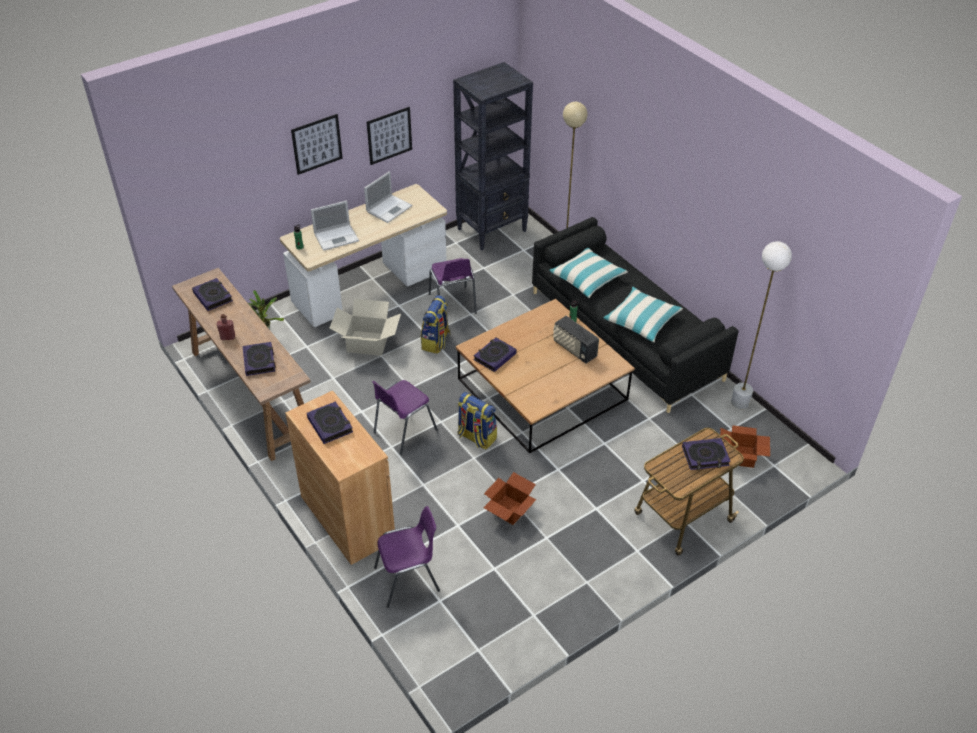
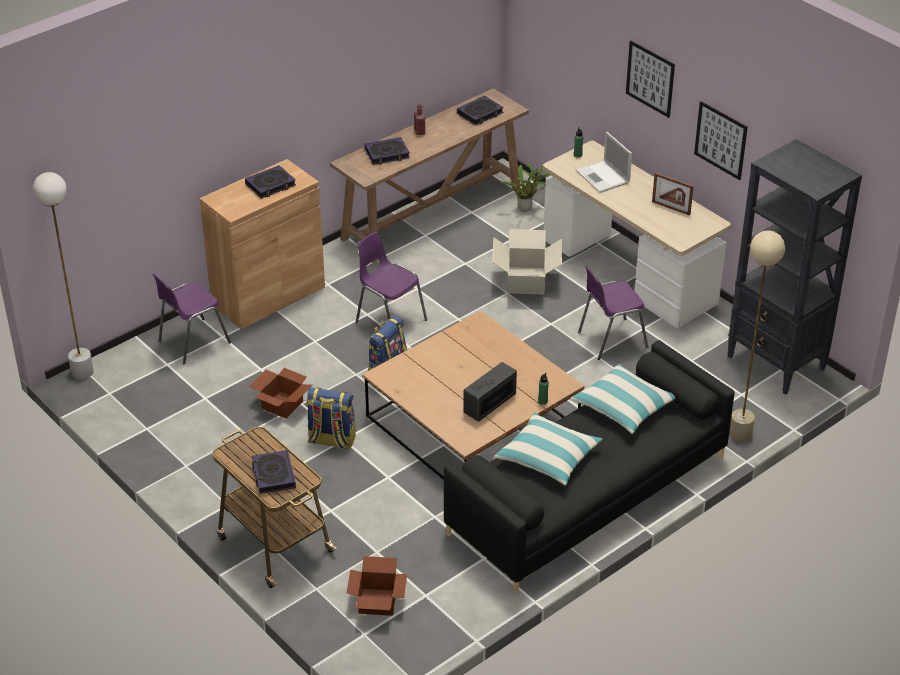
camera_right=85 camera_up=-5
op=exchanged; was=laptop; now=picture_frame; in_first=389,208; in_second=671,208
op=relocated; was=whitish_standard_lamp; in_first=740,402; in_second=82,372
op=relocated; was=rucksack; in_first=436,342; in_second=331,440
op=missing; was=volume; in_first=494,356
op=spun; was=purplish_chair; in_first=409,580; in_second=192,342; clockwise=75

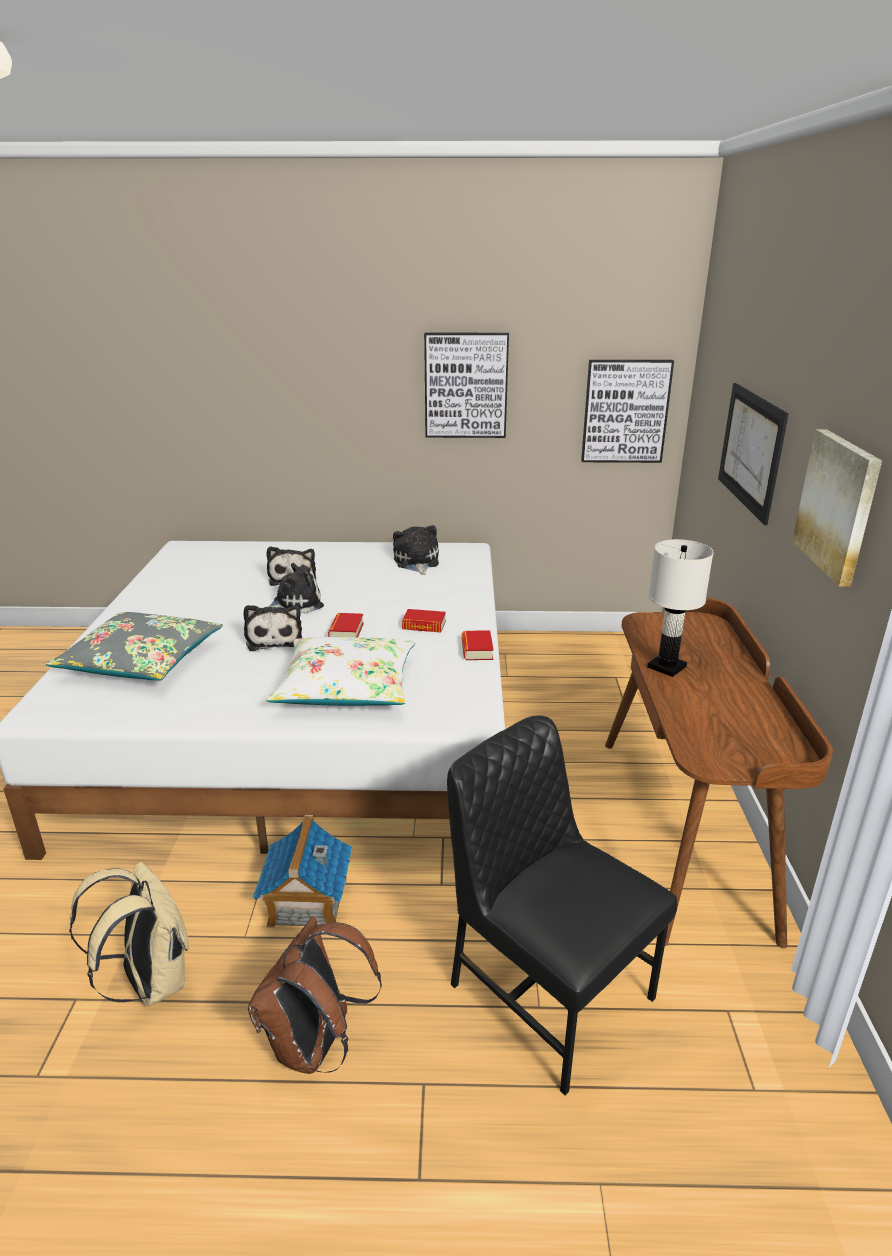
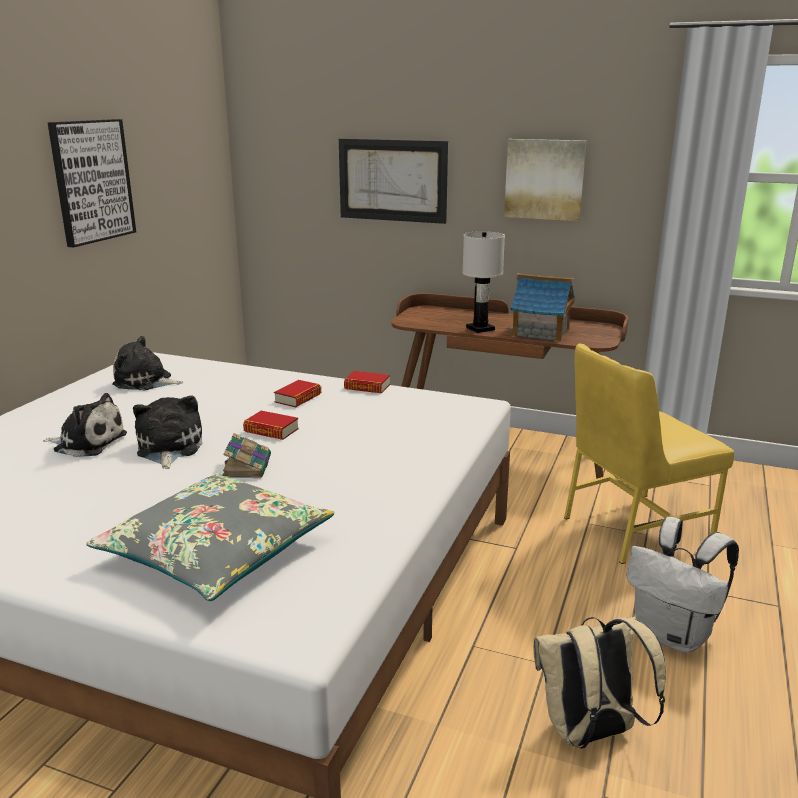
camera_right=-70 camera_up=-5
op=missing; was=wall_art; in_first=625,411
op=exchanged; was=soft_toy; now=volume; in_first=274,638; in_second=247,466
op=missing; was=whitish_pillow; in_first=346,687
op=colour; was=blackish_chair; now=yellow-coloured_chair; in_first=547,990; in_second=633,528
op=relocated; was=toy_house; in_first=307,902; in_second=541,332
op=colour; was=brown-coloured_rucksack; now=whitish_rucksack; in_first=316,1046; in_second=673,635

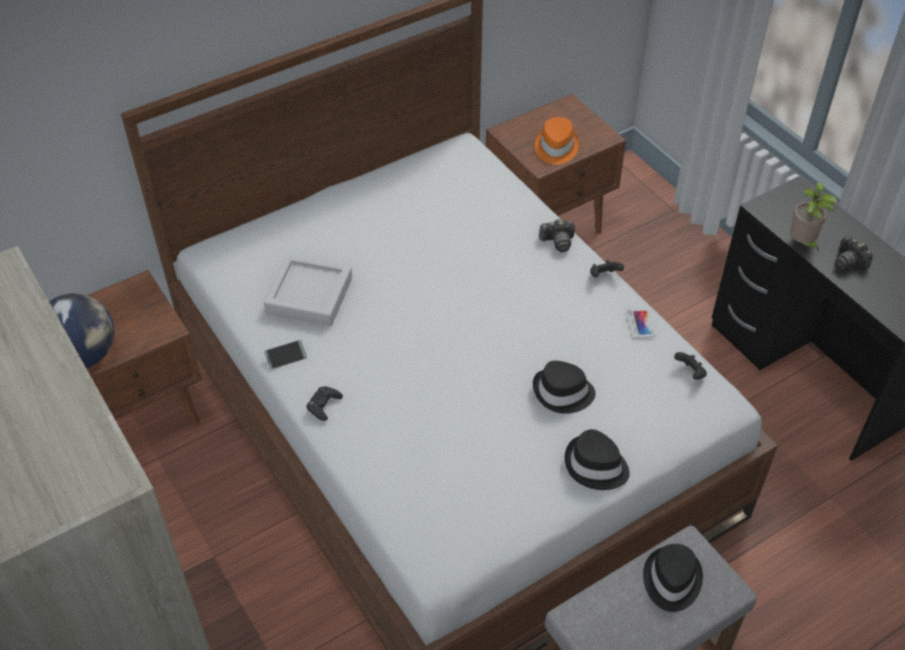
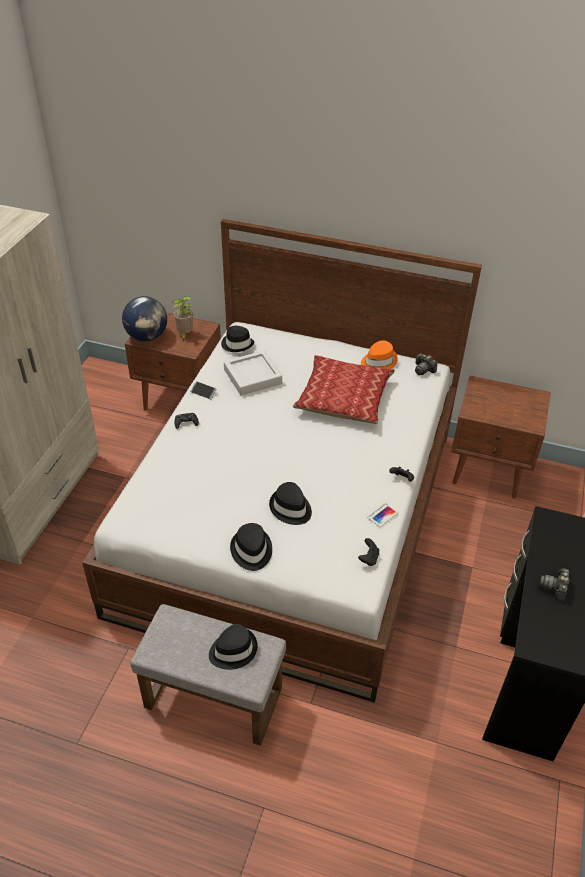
camera_right=50 camera_up=-5
op=relocated; was=orange-coloured_clothing_hat; in_first=555,147; in_second=378,362
op=relocated; was=houseplant; in_first=802,244; in_second=184,335
op=relocated; was=photo_camera; in_first=558,241; in_second=423,370
op=appeared; now=blackish_clothing_hat; in_second=237,344
op=appeared; now=pillow; in_second=344,398

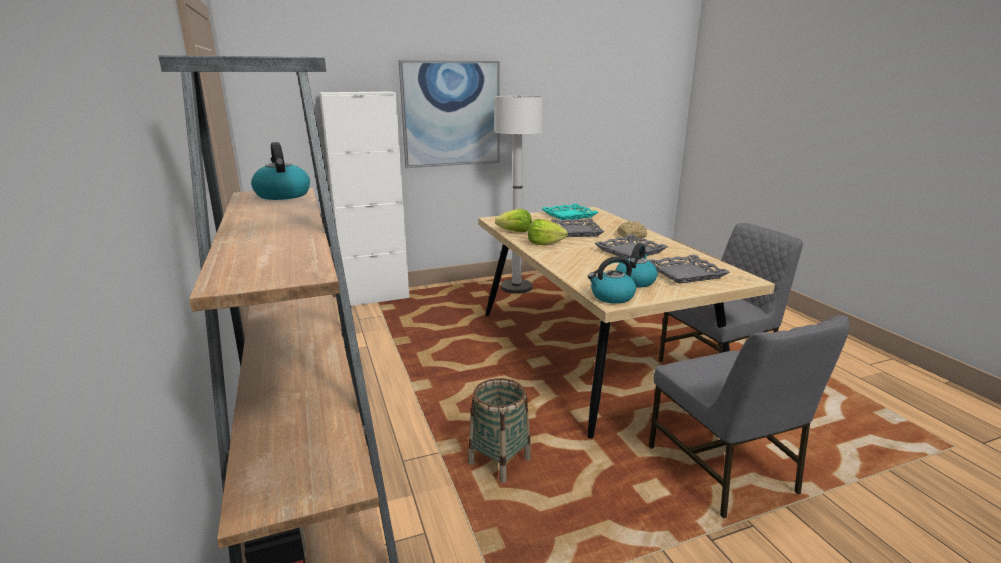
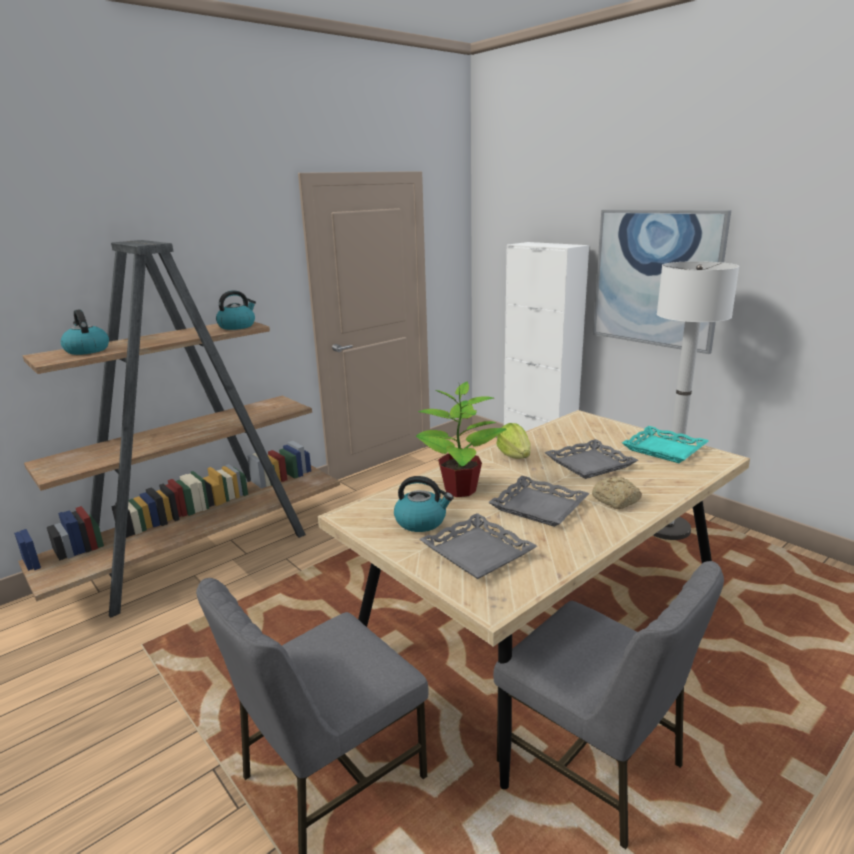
camera_right=70 camera_up=0
op=missing; was=lettuce; in_first=515,232
op=relocated; was=water_kettle; in_first=611,297; in_second=87,350
op=missing; was=household_basket; in_first=499,461
op=appeared; now=houseplant; in_second=459,490

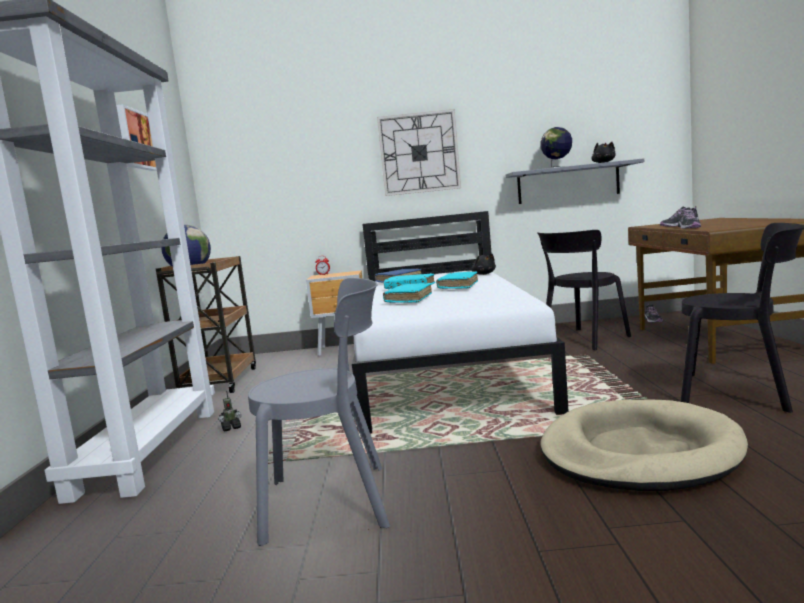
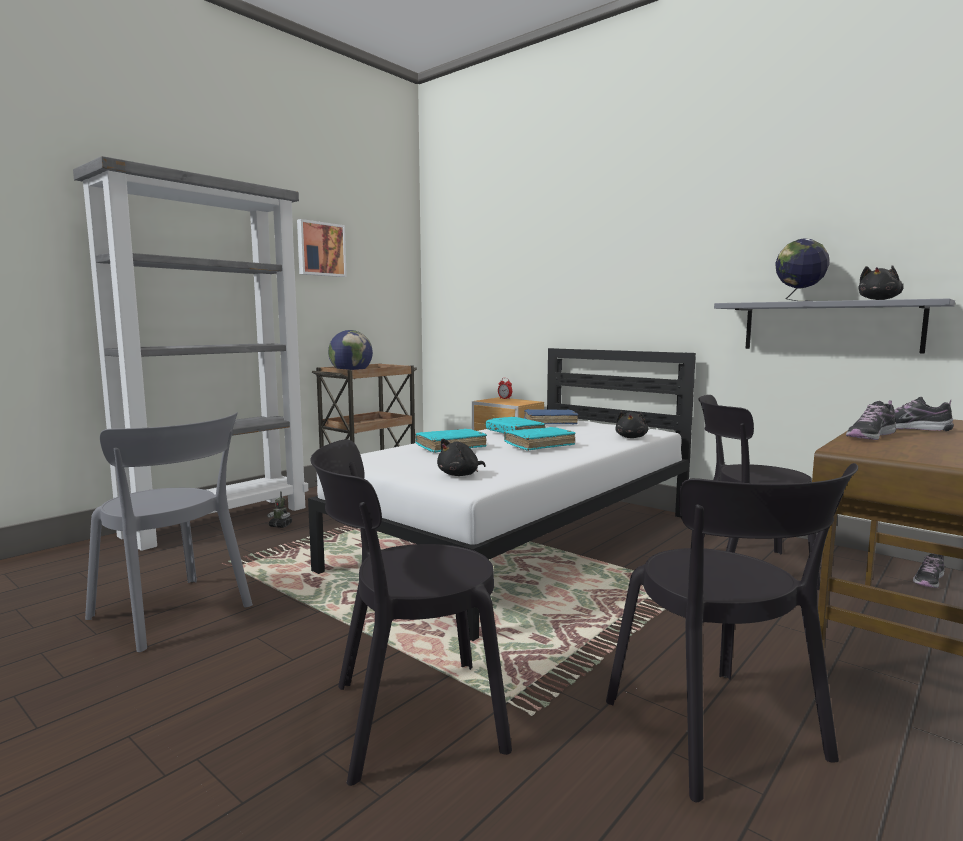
camera_right=40 camera_up=0
op=missing; was=wall_clock; in_first=419,153
op=exchanged; was=beige_dog_bed; now=blackish_chair; in_first=638,452; in_second=407,718
op=appeared; now=blackish_soft_toy; in_second=460,475

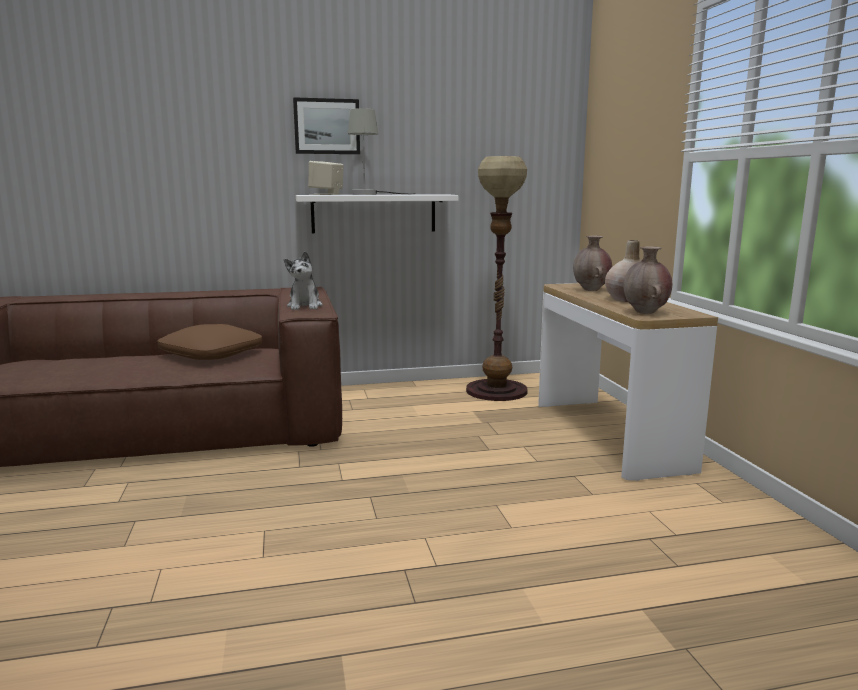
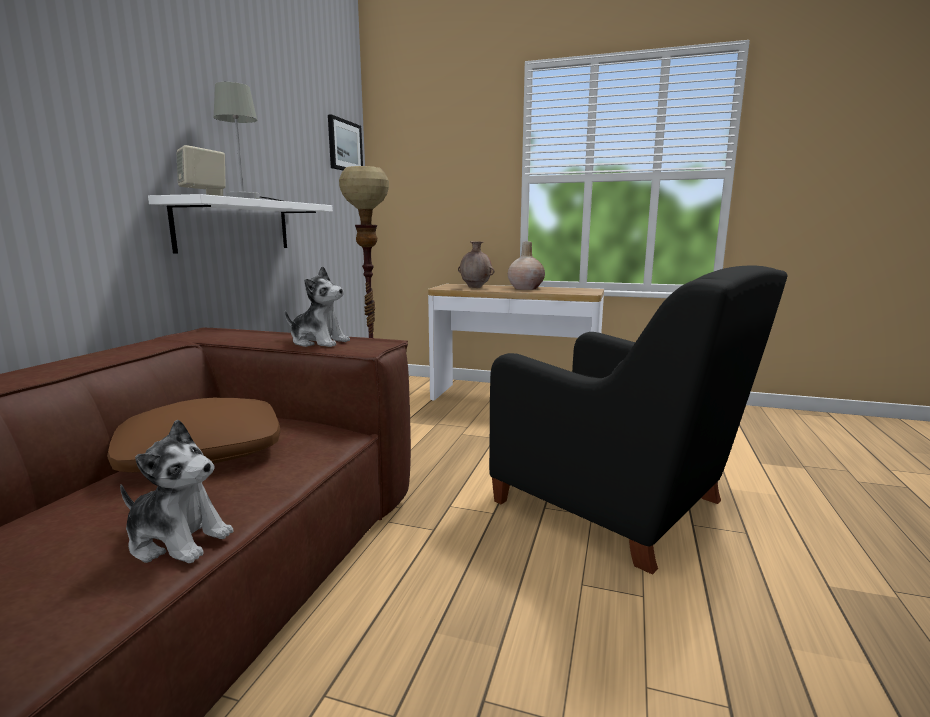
camera_right=-60 camera_up=0
op=relocated; was=wall_art; in_first=327,126; in_second=344,146
op=missing; was=brown-coloured_decorative_vase; in_first=645,312
op=appeared; now=blackish_lounge_chair; in_second=616,505
op=appeared; now=soft_toy; in_second=178,539

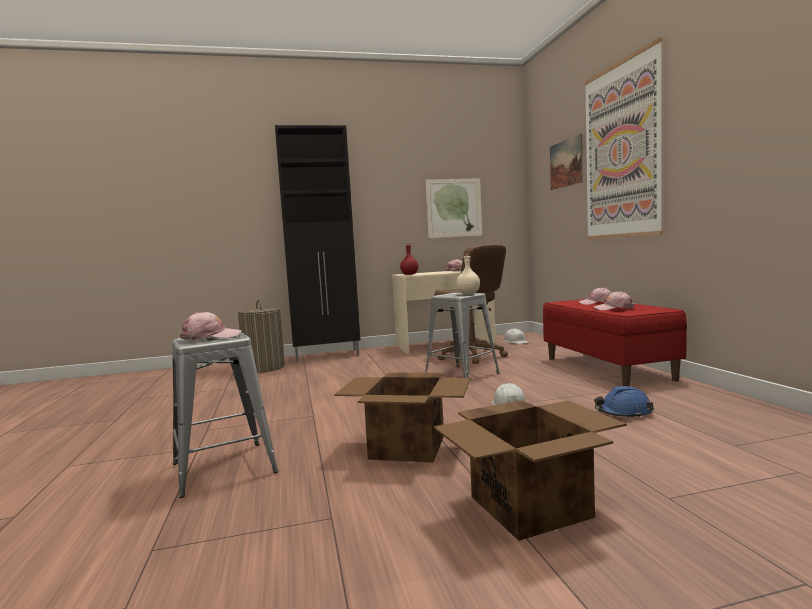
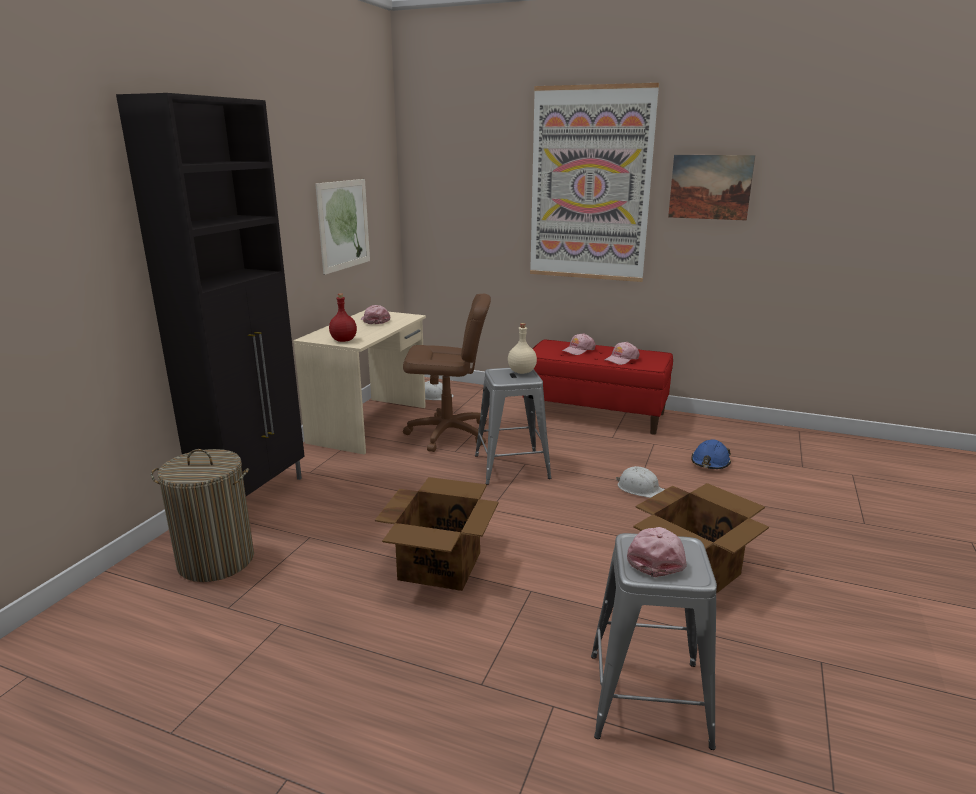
camera_right=-55 camera_up=15
op=relocated; was=wall_art; in_first=566,163; in_second=710,187
op=relocated; was=carton; in_first=532,506; in_second=440,565

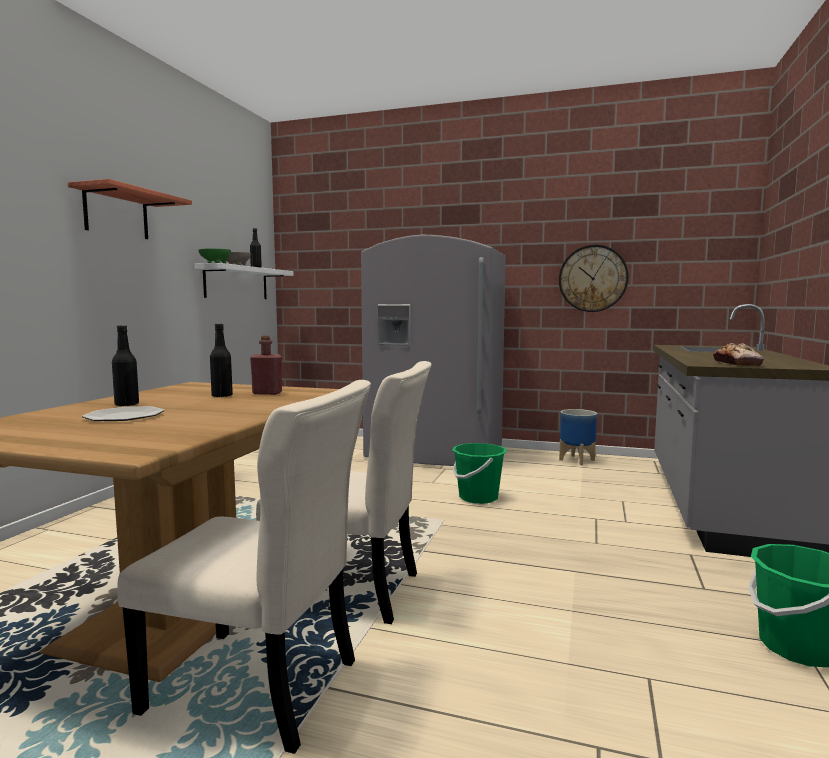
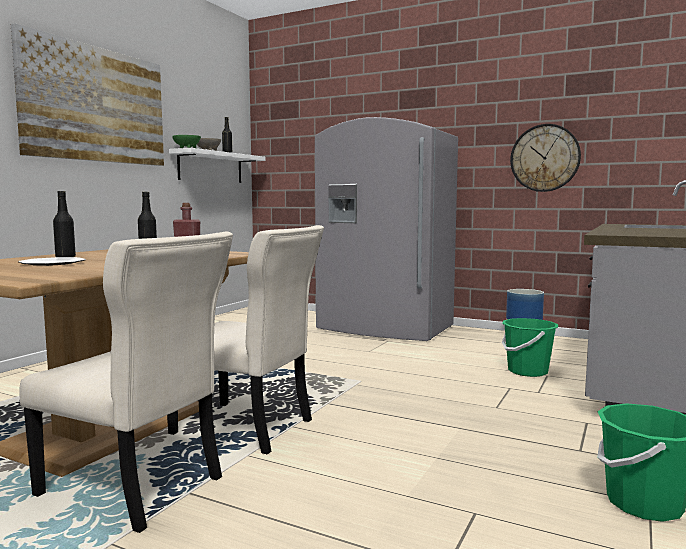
camera_right=10 camera_up=0
op=exchanged; was=shelf; now=wall_art; in_first=116,214; in_second=95,105
op=missing; was=bread; in_first=736,364
op=relocated; was=green-coloured_pail; in_first=478,497; in_second=527,371

